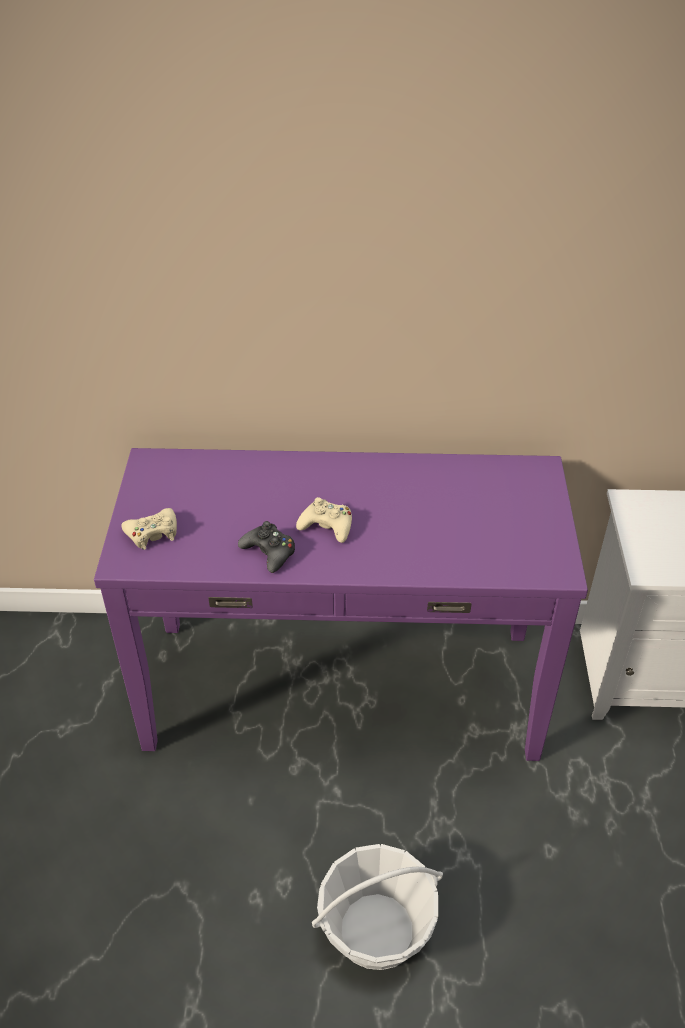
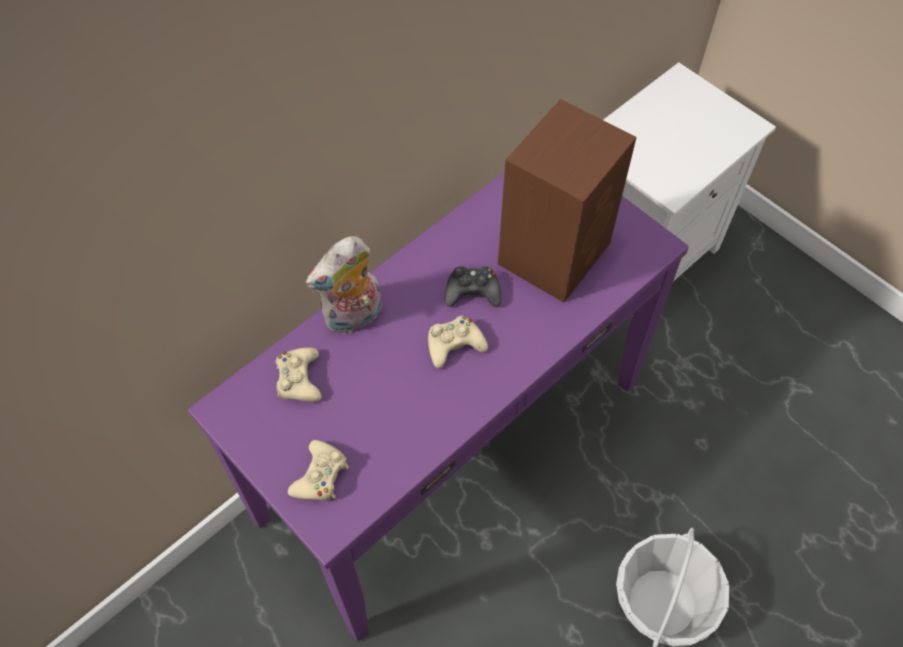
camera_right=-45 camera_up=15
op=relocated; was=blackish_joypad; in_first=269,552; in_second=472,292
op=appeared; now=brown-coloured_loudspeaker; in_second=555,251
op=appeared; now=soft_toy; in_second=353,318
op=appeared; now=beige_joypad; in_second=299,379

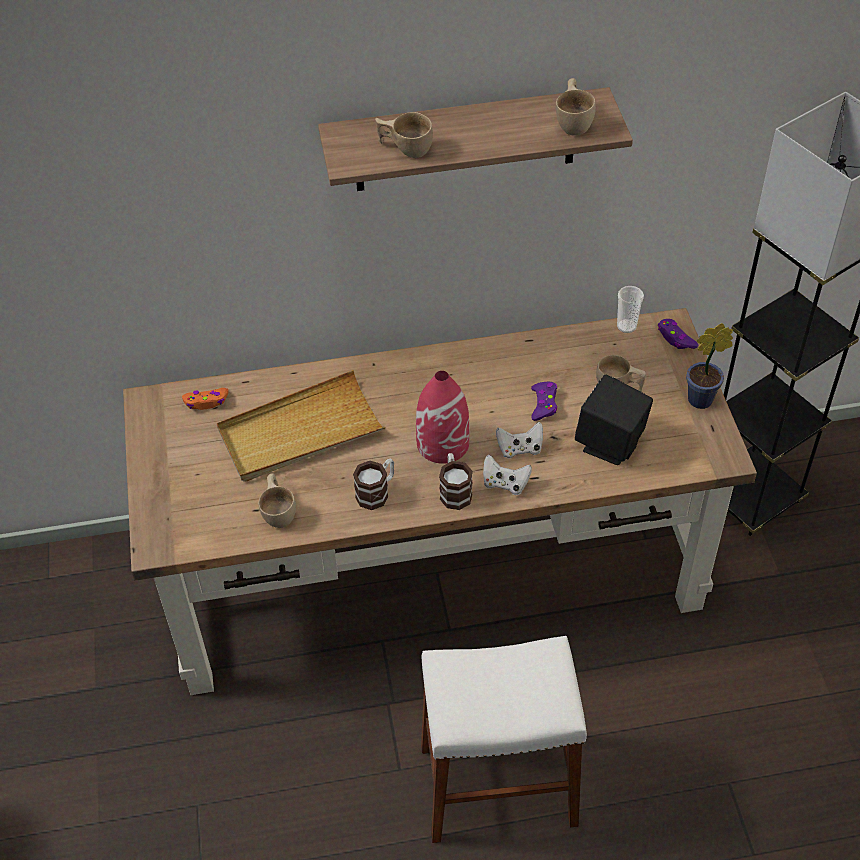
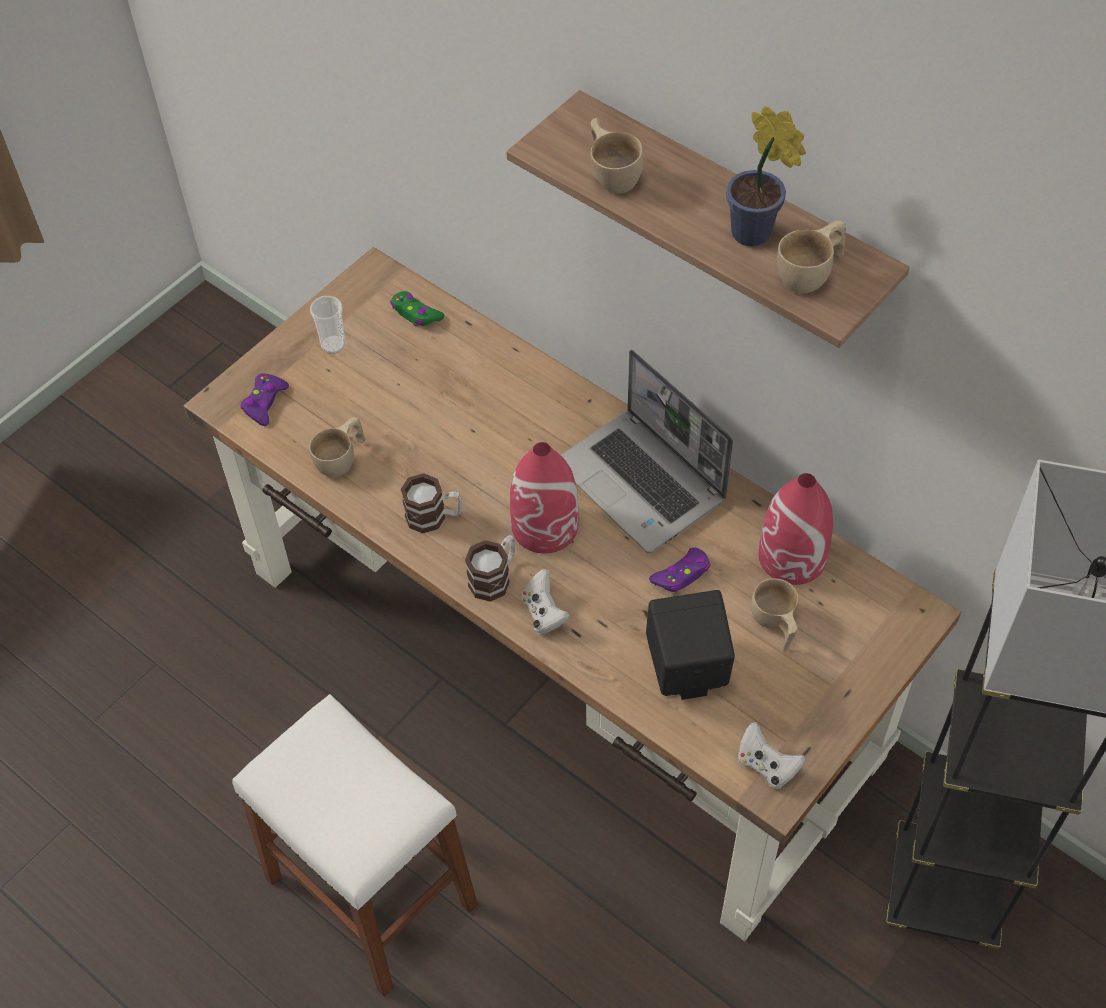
camera_right=50 camera_up=5
op=relocated; was=drinking_cup; in_first=626,326; in_second=333,345
op=relocated; was=purplish_joypad; in_first=675,338; in_second=264,403
op=relocated; was=houseplant; in_first=703,399; in_second=756,235
op=missing; was=beige_carrying_tray; in_first=300,432
op=colour; was=orange-coloured_joypad; now=green-coloured_joypad; in_first=206,402; in_second=416,314
op=relocated; was=whitish_joypad; in_first=520,449; in_second=766,765
op=appeared; now=laptop; in_second=642,483
op=appeared; now=red-coloured_decorative_vase; in_second=793,557

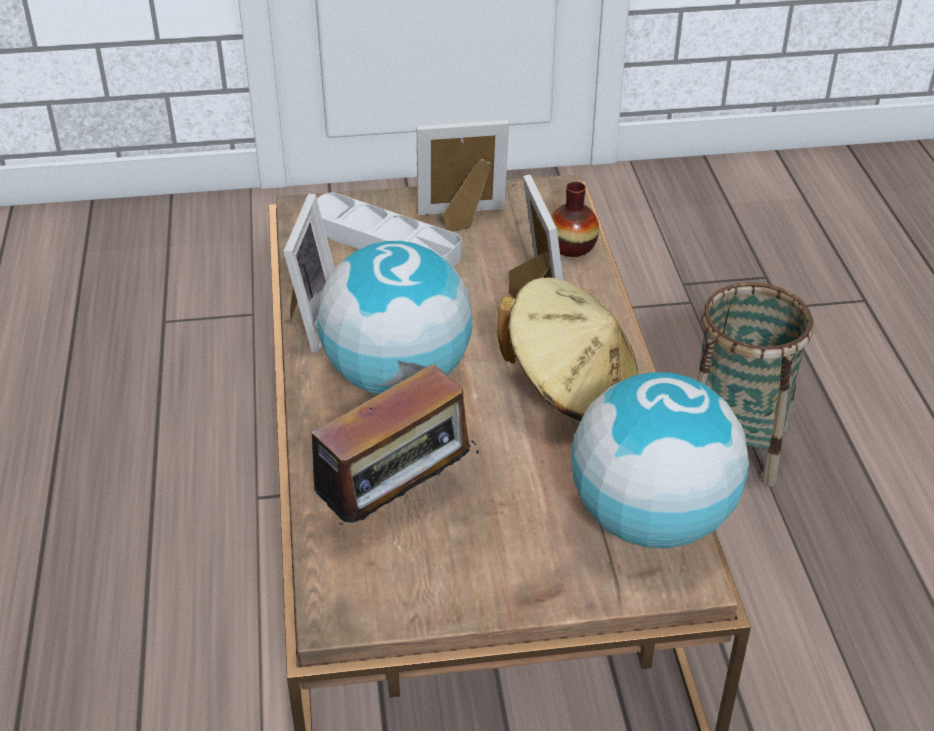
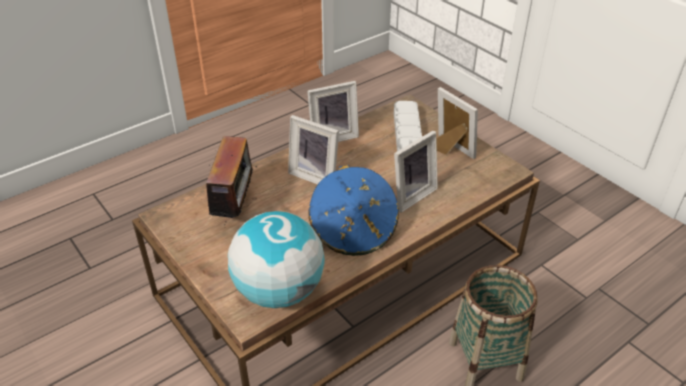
camera_right=60 camera_up=0
op=missing; was=decorative_vase; in_first=572,246
op=exchanged; was=globe; now=picture_frame; in_first=397,377; in_second=316,175
op=colour; was=beige_clothing_hat; now=blue-coloured_clothing_hat; in_first=571,388; in_second=354,231
op=spun; was=radio; in_first=398,504; in_second=235,207; clockwise=-105

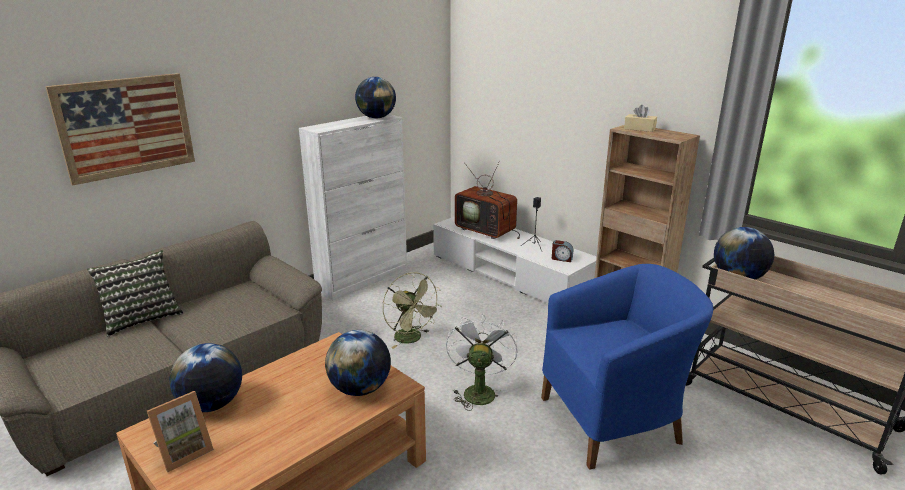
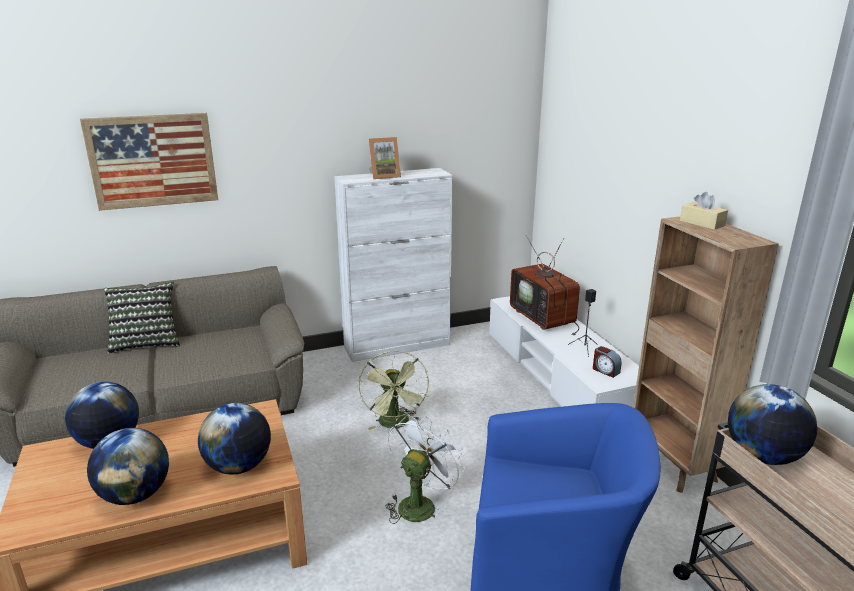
camera_right=25 camera_up=0
op=relocated; was=globe; in_first=376,118; in_second=135,495
op=relocated; was=picture_frame; in_first=183,452; in_second=384,176

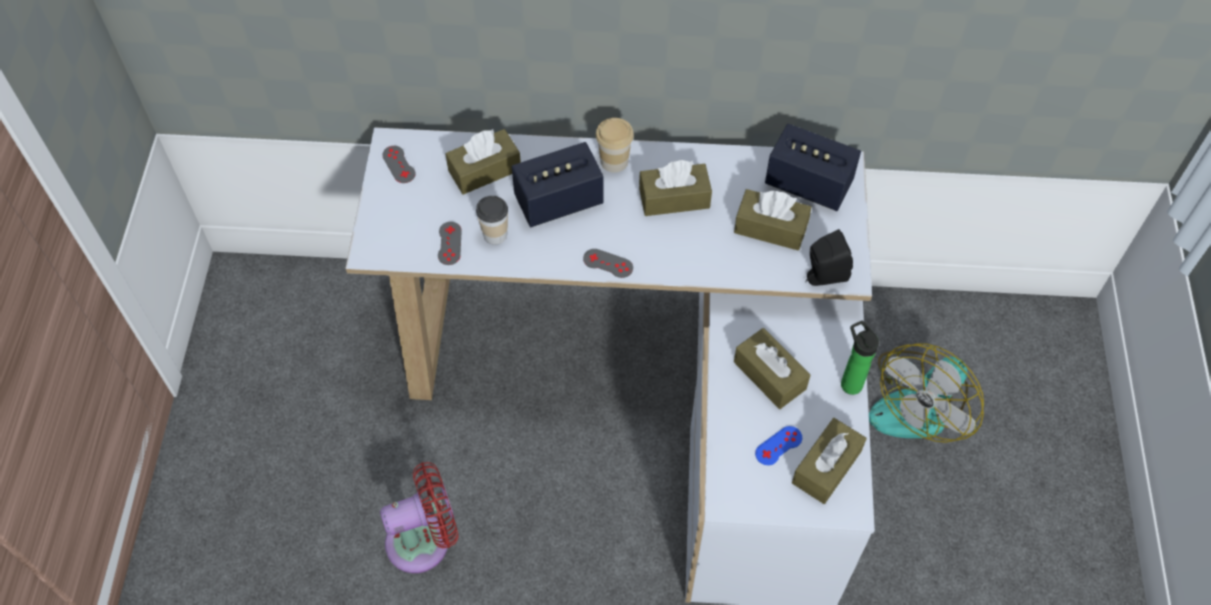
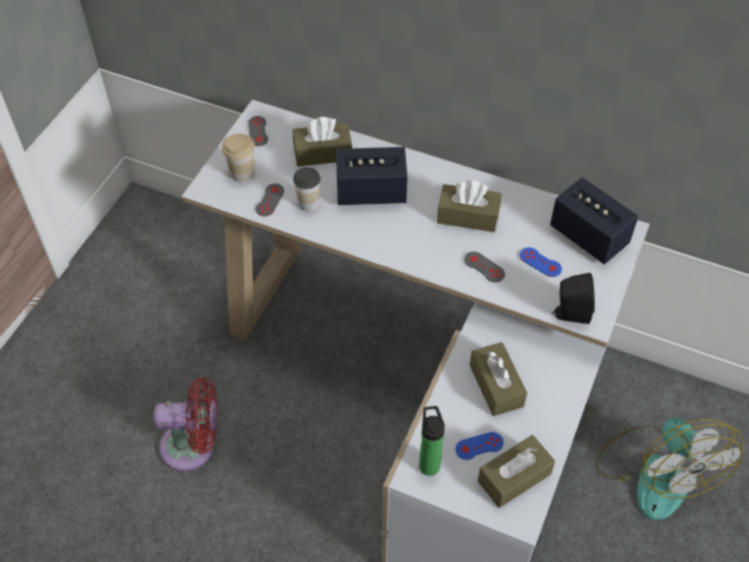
camera_right=20 camera_up=-5
op=relocated; was=drinking_cup; in_first=614,161; in_second=242,173
op=exchanged; was=brown-coloured_tissue_box; now=blue-coloured_joypad; in_first=770,228; in_second=540,262
op=relocated; was=gray_joypad; in_first=608,263; in_second=484,267
op=relocated; was=drink_bottle; in_first=849,382; in_second=428,463
op=spun; was=cooling_fan; in_first=920,403; in_second=655,471; clockwise=-75

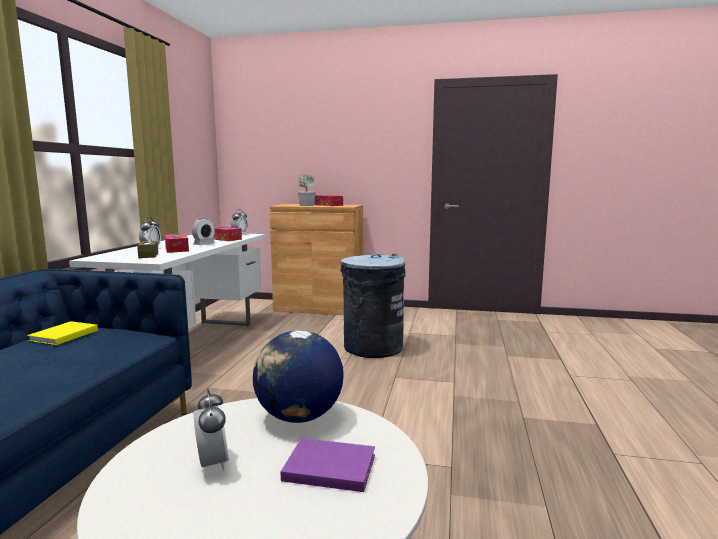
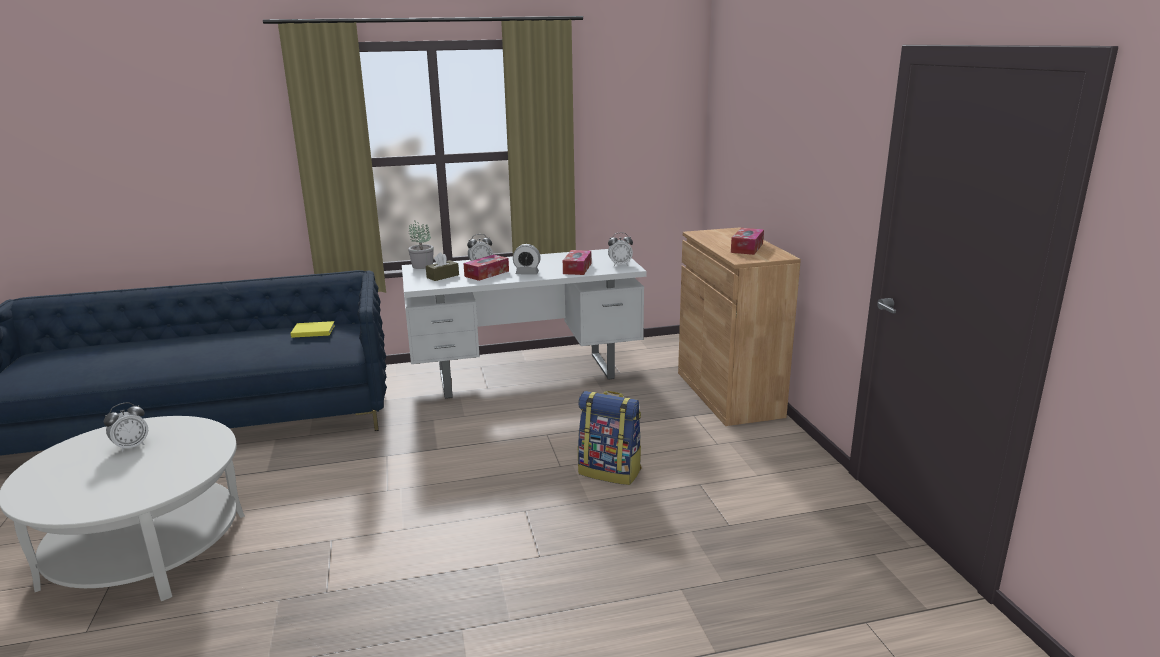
camera_right=65 camera_up=10
op=relocated; was=houseplant; in_first=306,205; in_second=422,266
op=exchanged; was=gray_rubbish_bin; now=rucksack; in_first=372,347; in_second=610,471
op=missing; was=globe; in_first=299,417
op=missing; was=purplish_volume; in_first=328,466

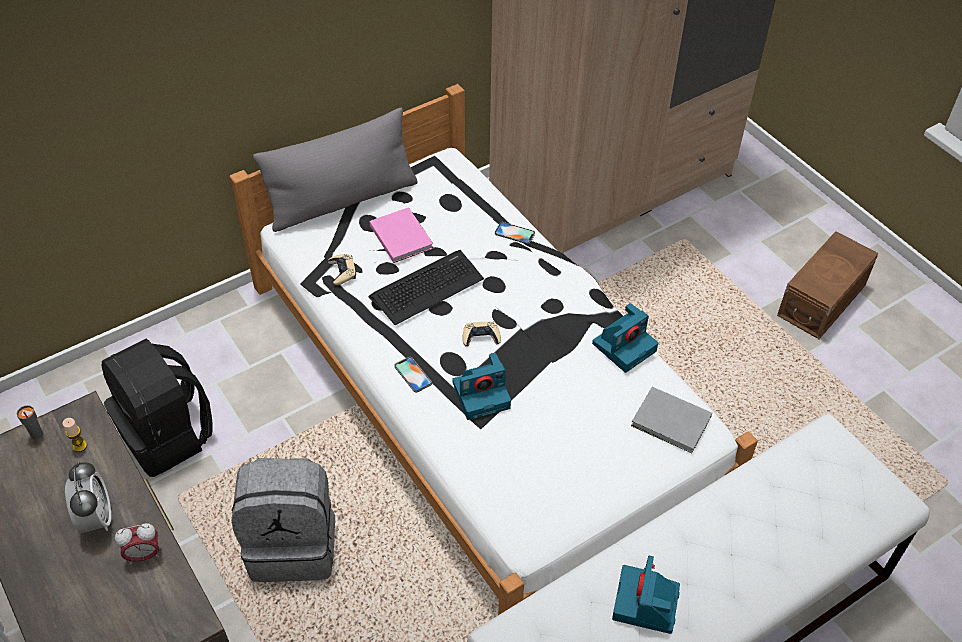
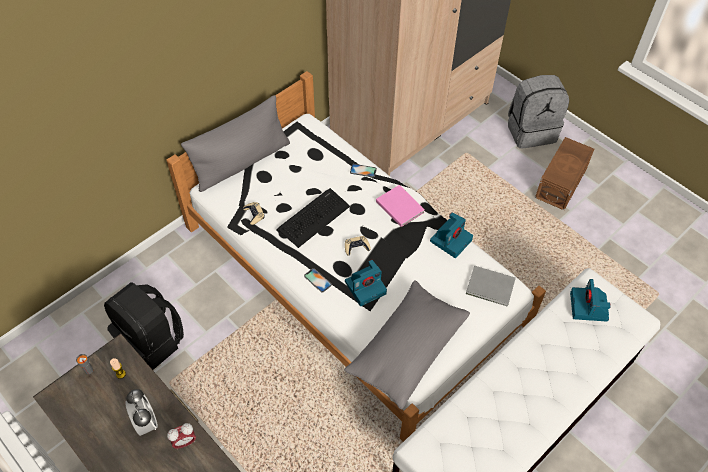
camera_right=-10 camera_up=5
op=relocated; was=pink-coloured_volume; in_first=401,235; in_second=399,206
op=relocated; was=gray_rucksack; in_first=294,544; in_second=531,131
op=relocated; was=photo_camera; in_first=646,604; in_second=589,307
op=appeared; now=gray_pillow; in_second=407,350

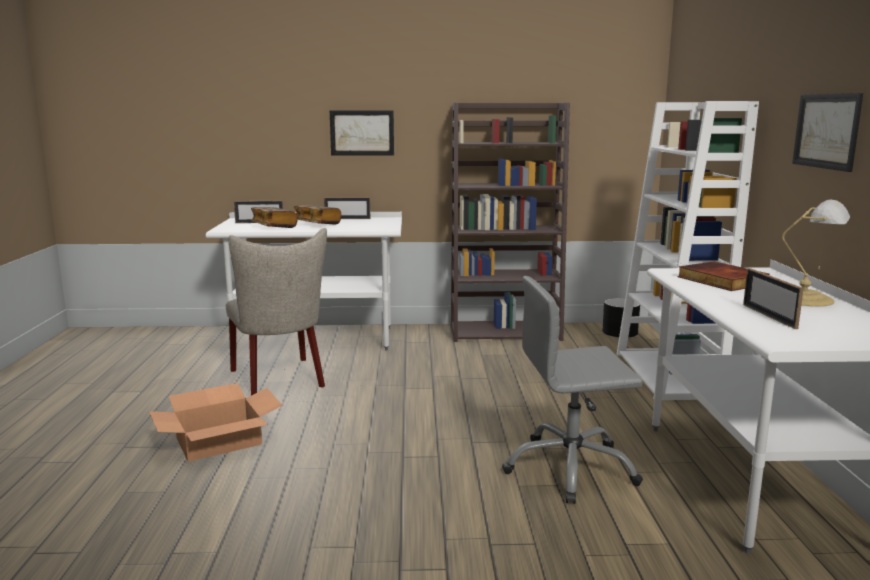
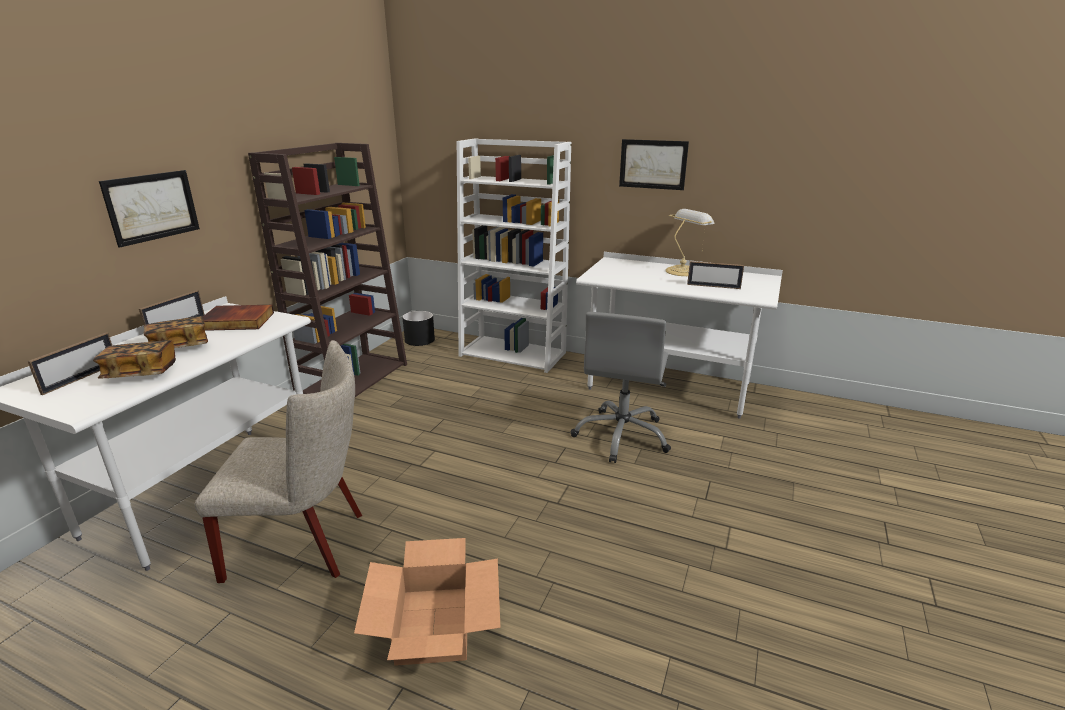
camera_right=-65 camera_up=10
op=relocated; was=volume; in_first=720,280; in_second=236,322

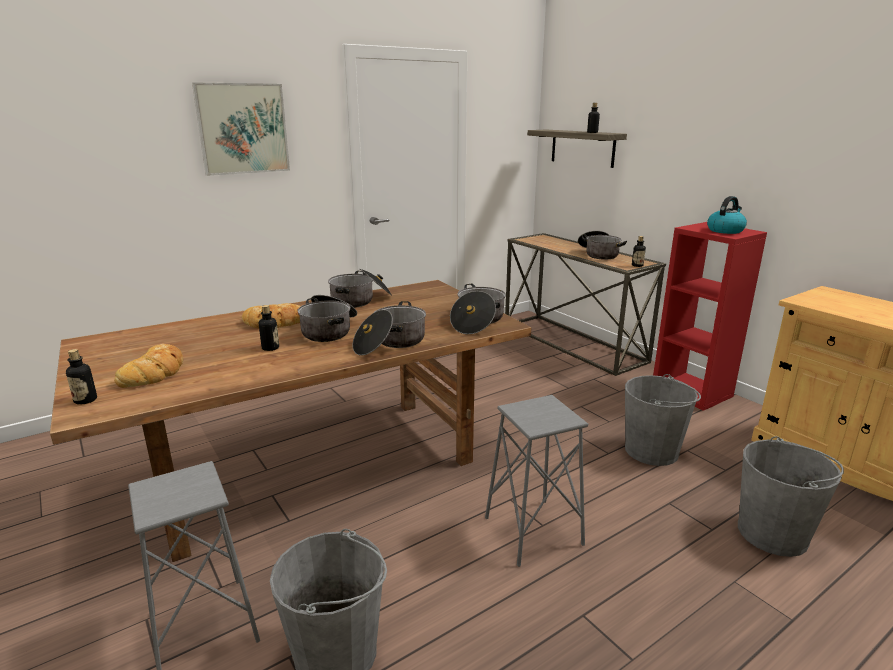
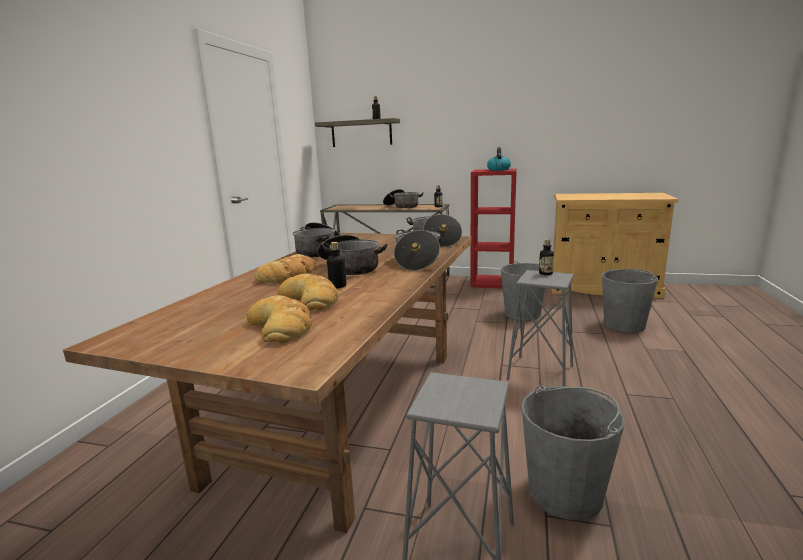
camera_right=-40 camera_up=-5
op=missing; was=wall_art; in_first=243,129
op=relocated; was=drink_bottle; in_first=85,400; in_second=545,273
op=appeared; now=bread; in_second=310,299

